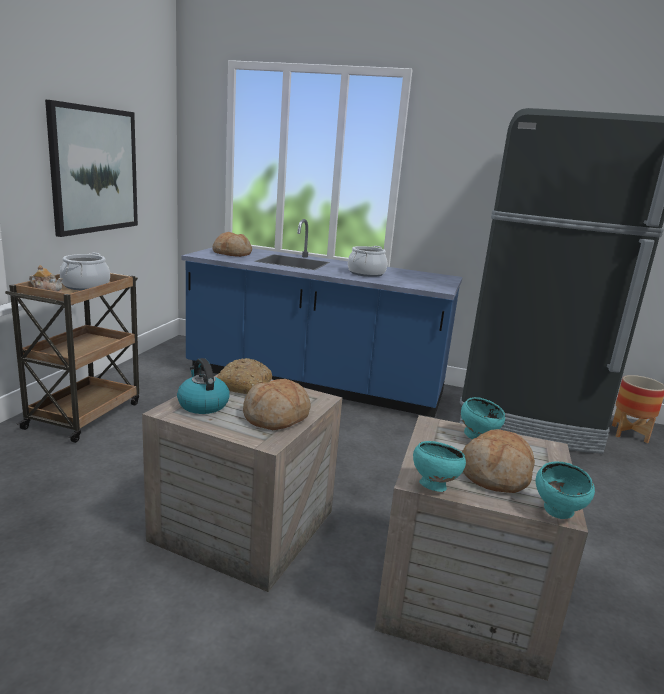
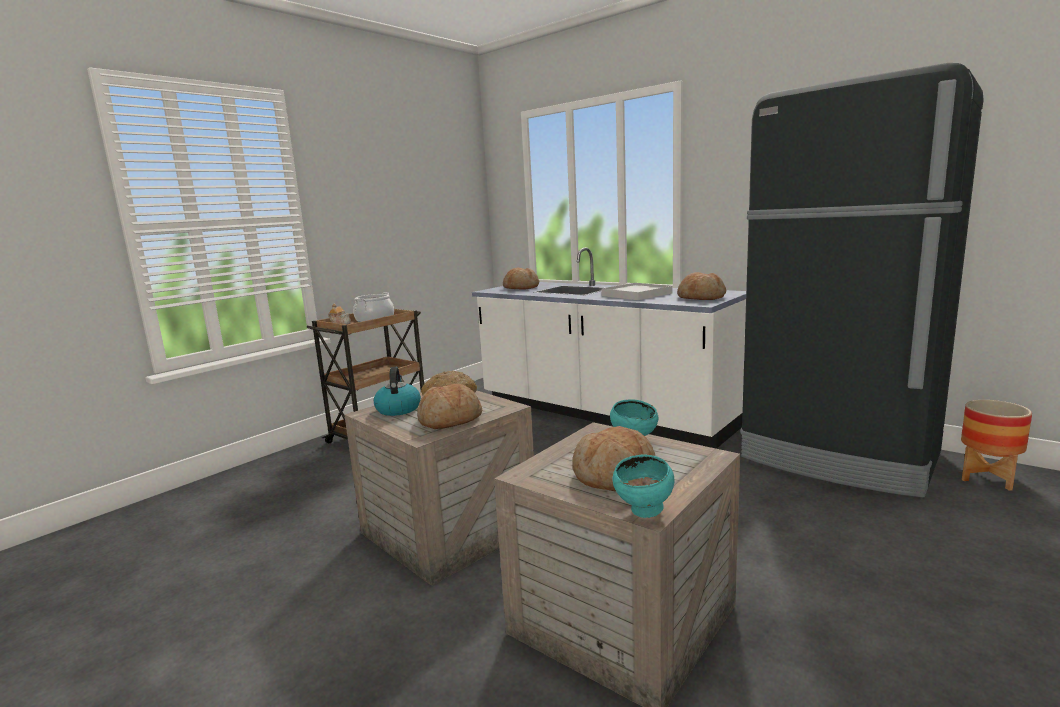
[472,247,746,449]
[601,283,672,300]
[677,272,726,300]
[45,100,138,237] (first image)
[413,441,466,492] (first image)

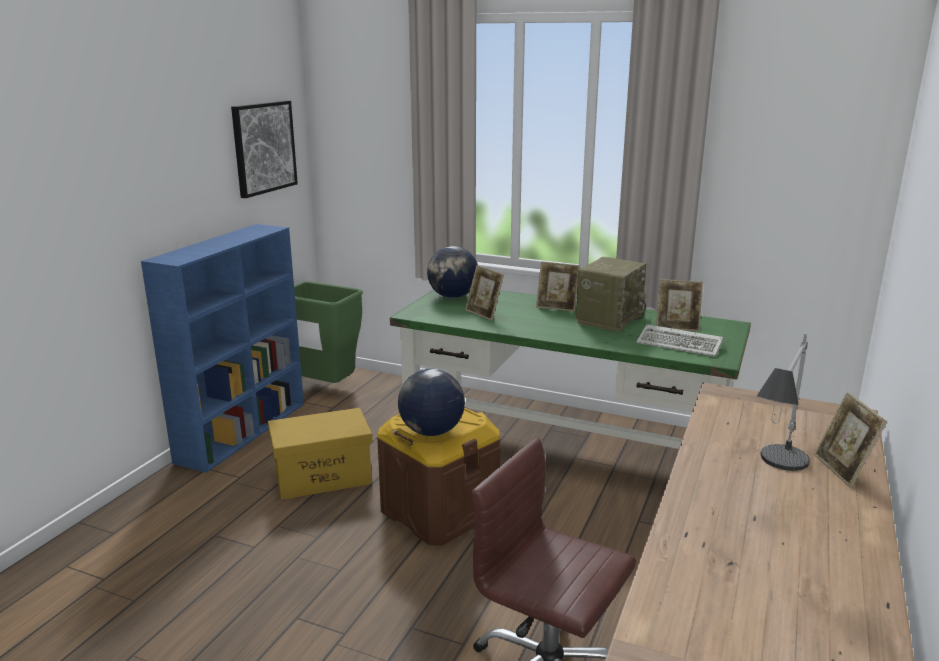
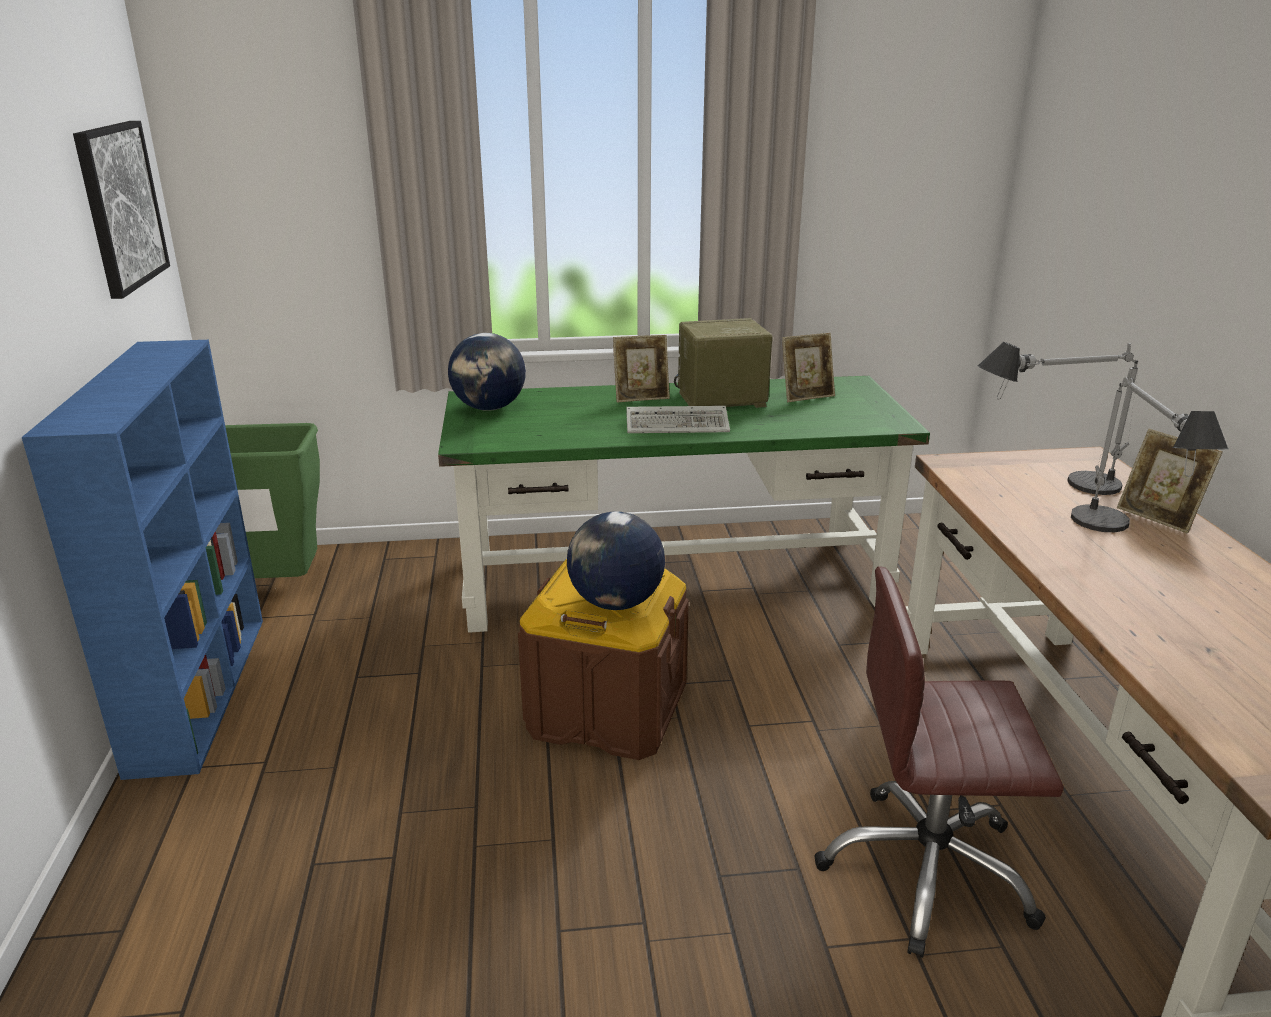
[626,406,730,433]
[674,318,773,408]
[977,342,1138,495]
[268,408,373,500] (first image)
[465,265,504,321] (first image)

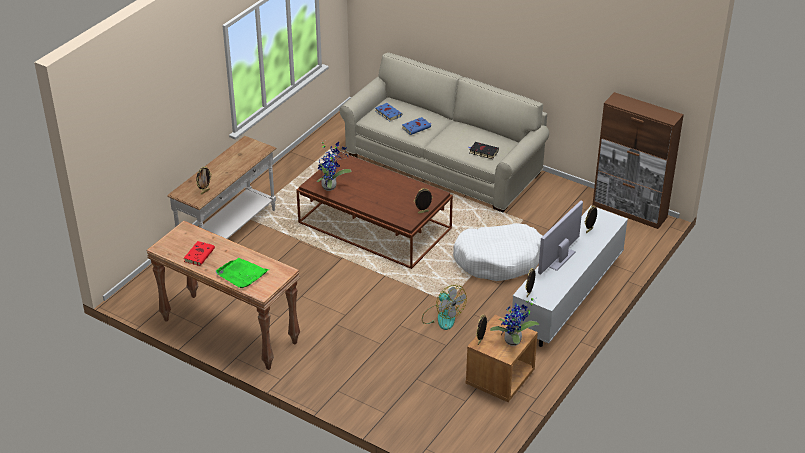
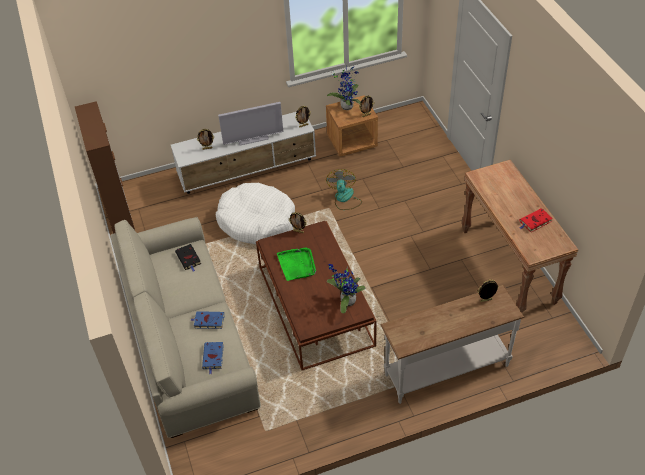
[277,247,316,281]

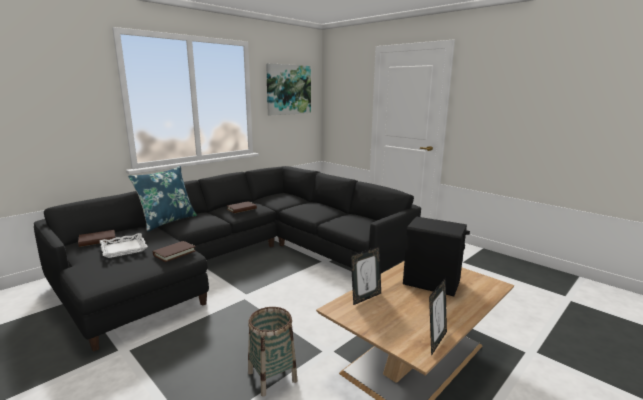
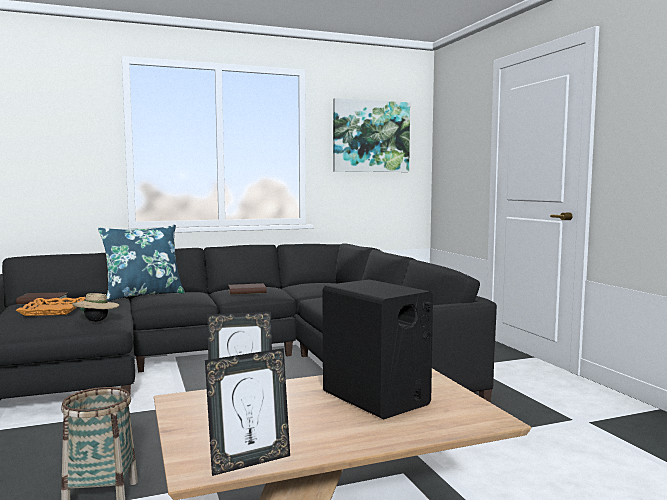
[16,297,86,316]
[72,293,119,322]

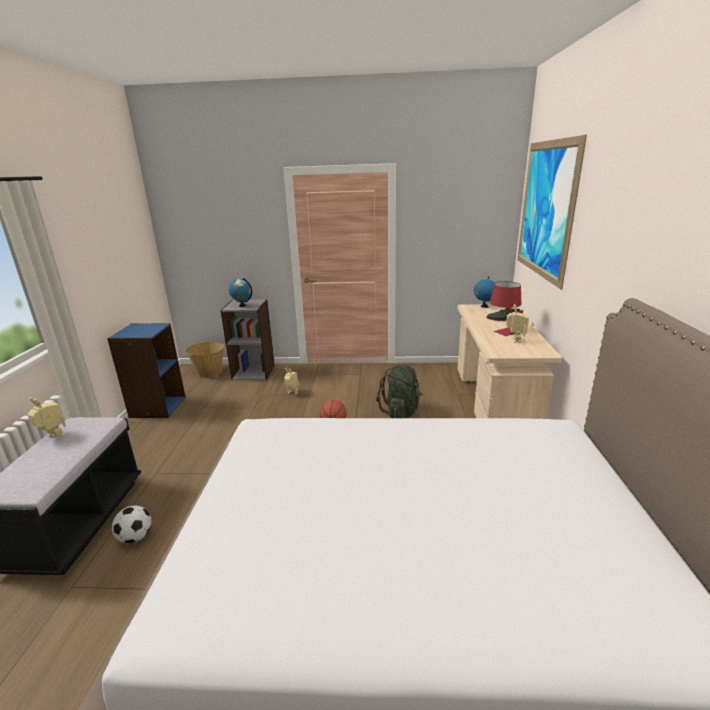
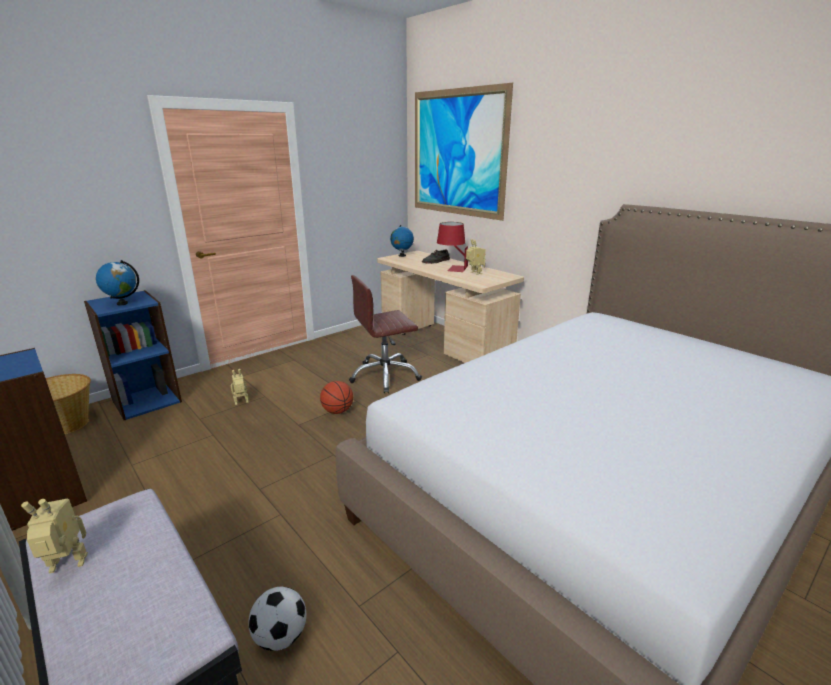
[84,290,182,420]
[349,275,422,393]

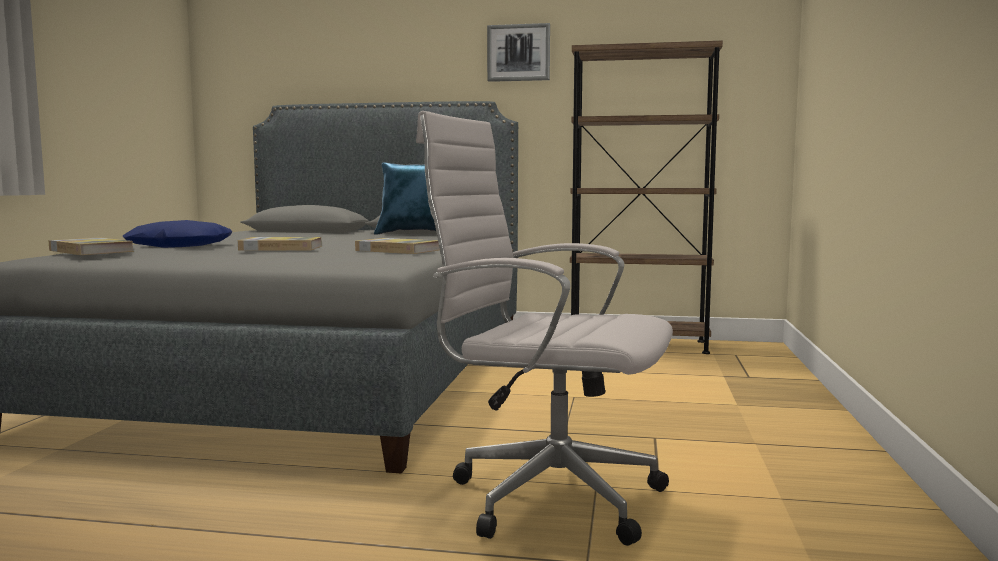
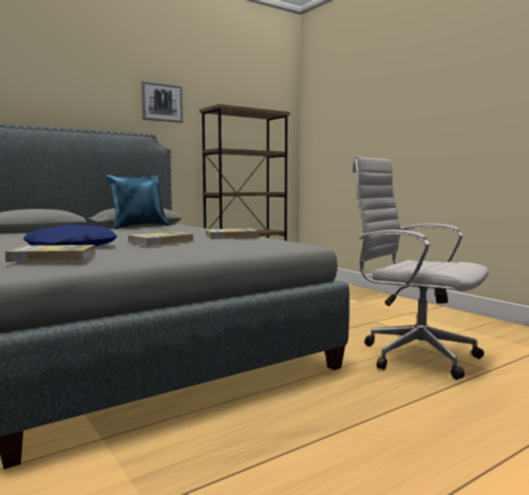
[352,156,489,380]

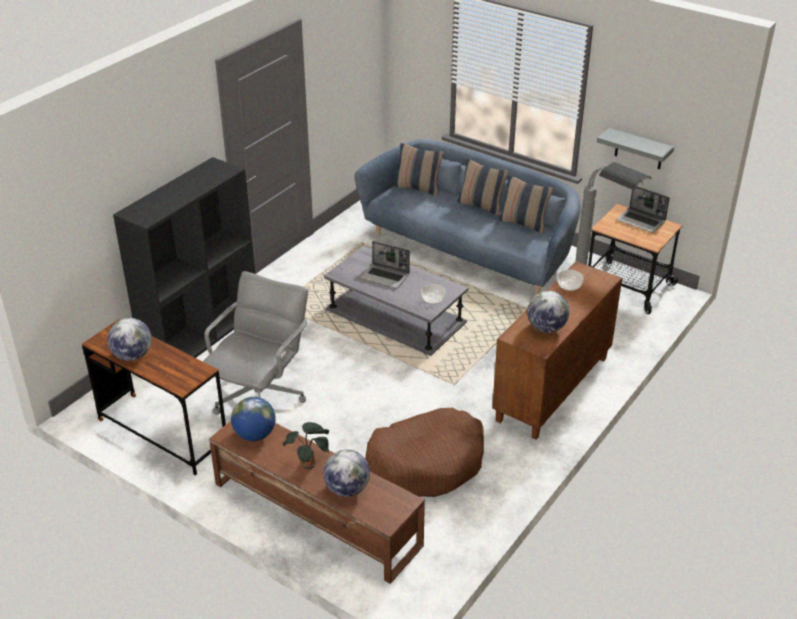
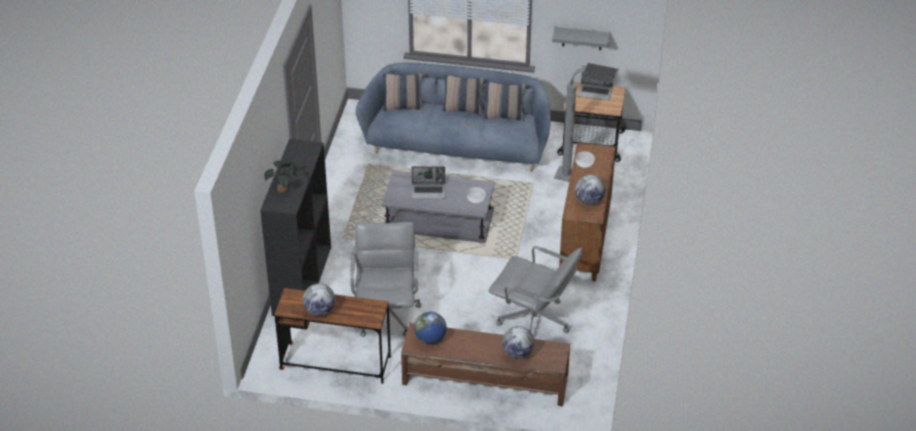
[264,161,298,194]
[489,246,583,333]

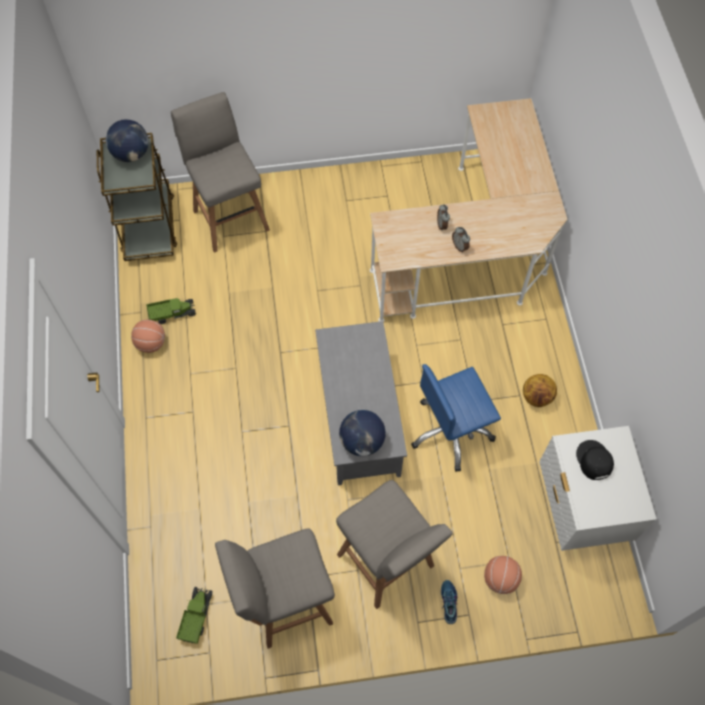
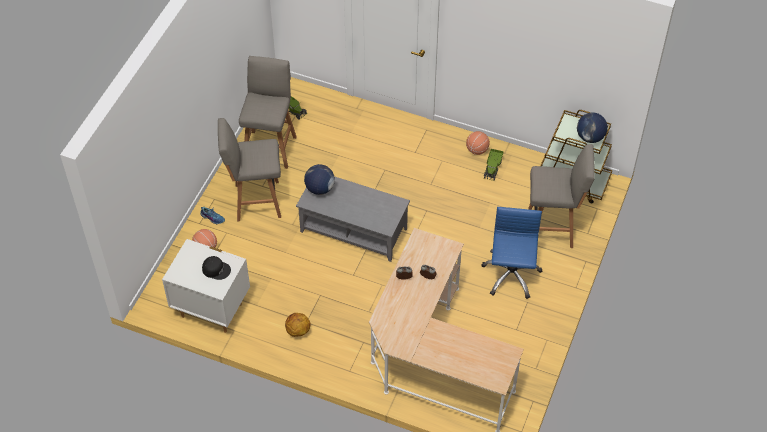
[482,207,542,299]

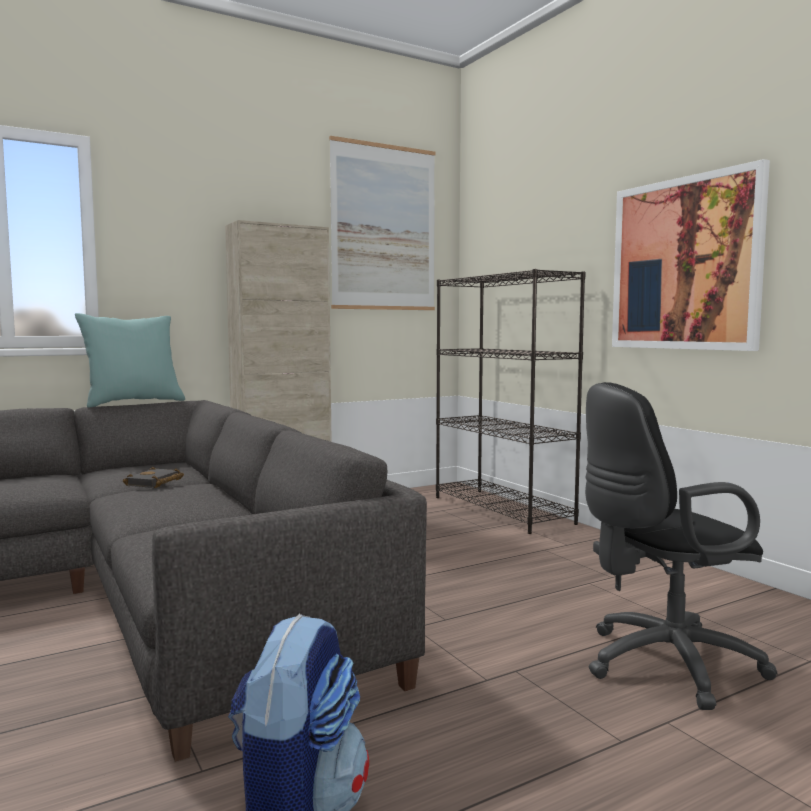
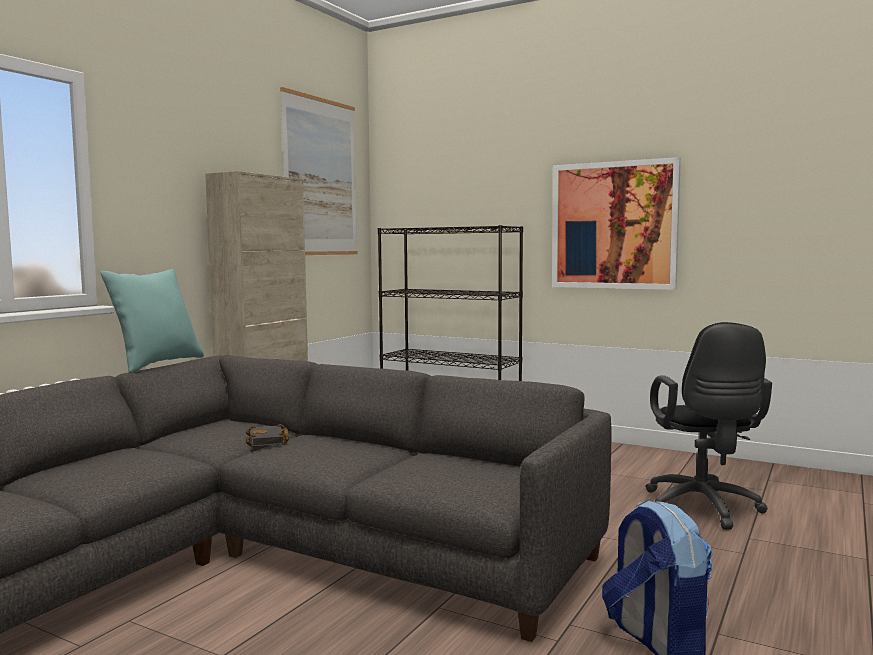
[645,322,772,530]

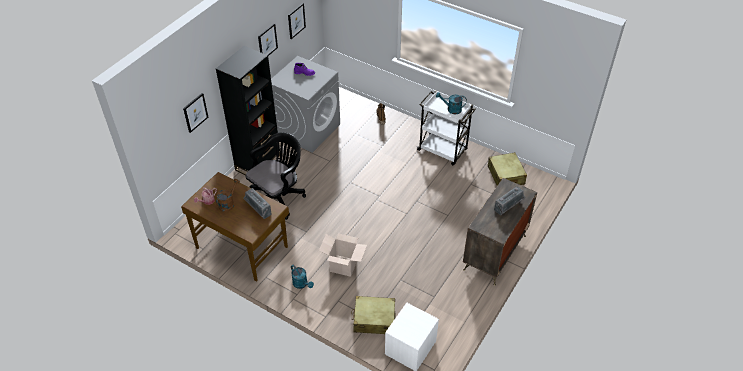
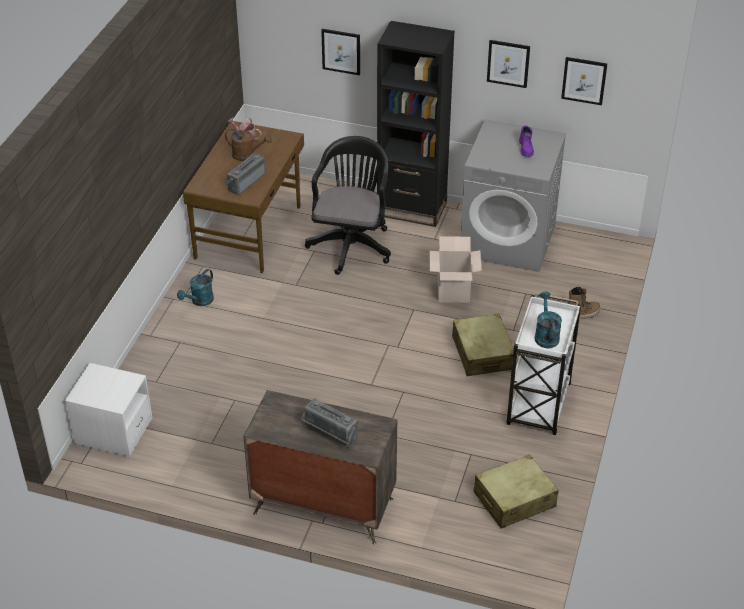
[305,136,391,275]
[429,236,482,303]
[452,314,514,376]

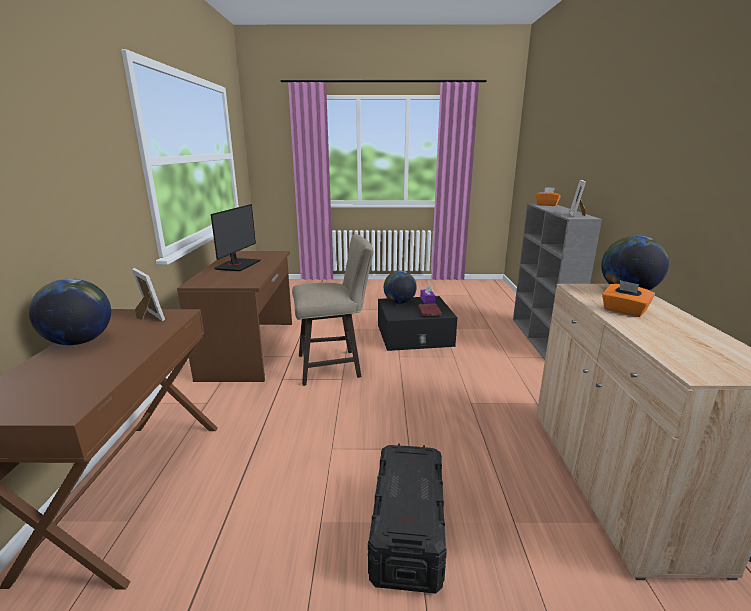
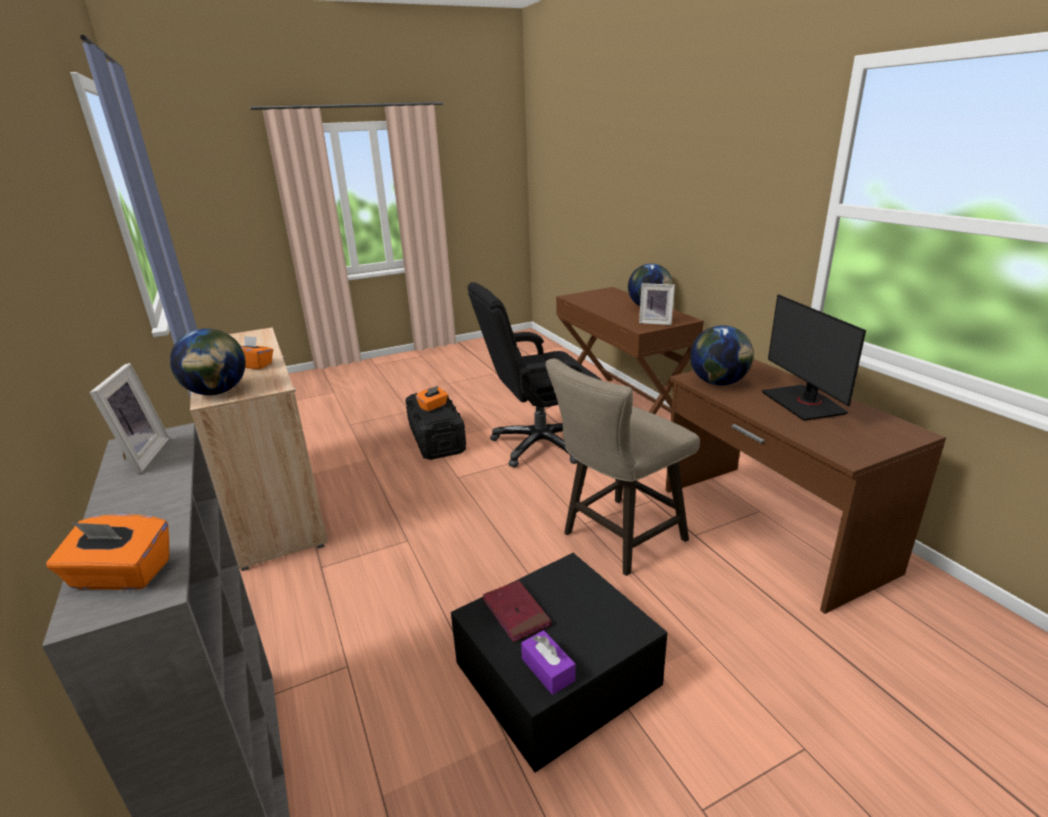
[416,386,448,412]
[467,282,601,467]
[690,325,754,385]

